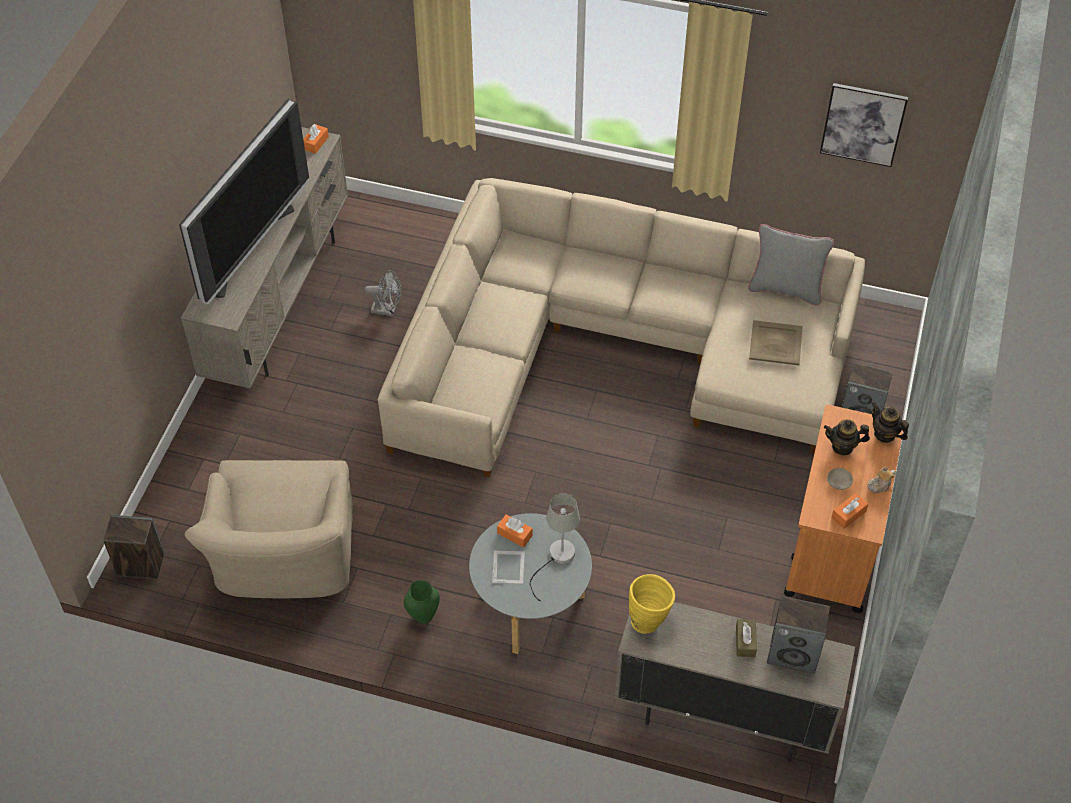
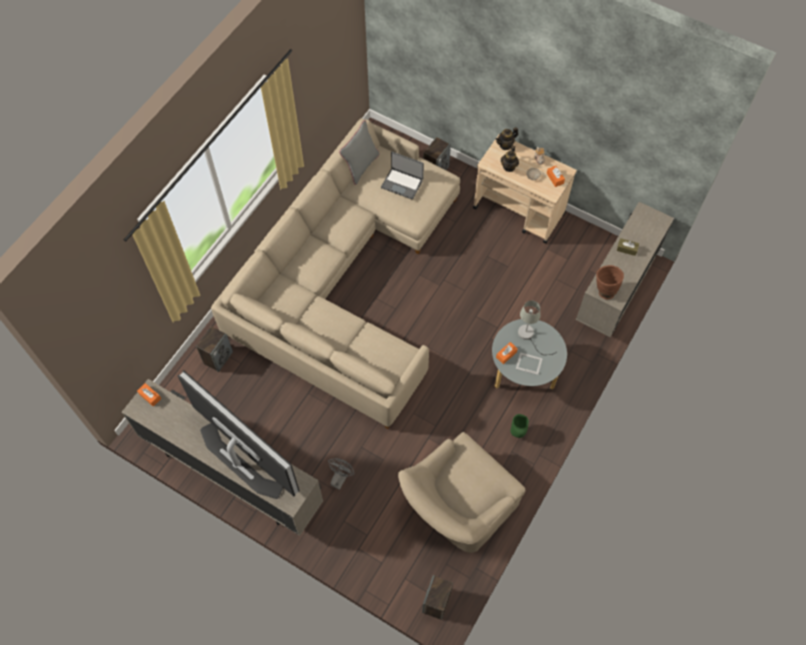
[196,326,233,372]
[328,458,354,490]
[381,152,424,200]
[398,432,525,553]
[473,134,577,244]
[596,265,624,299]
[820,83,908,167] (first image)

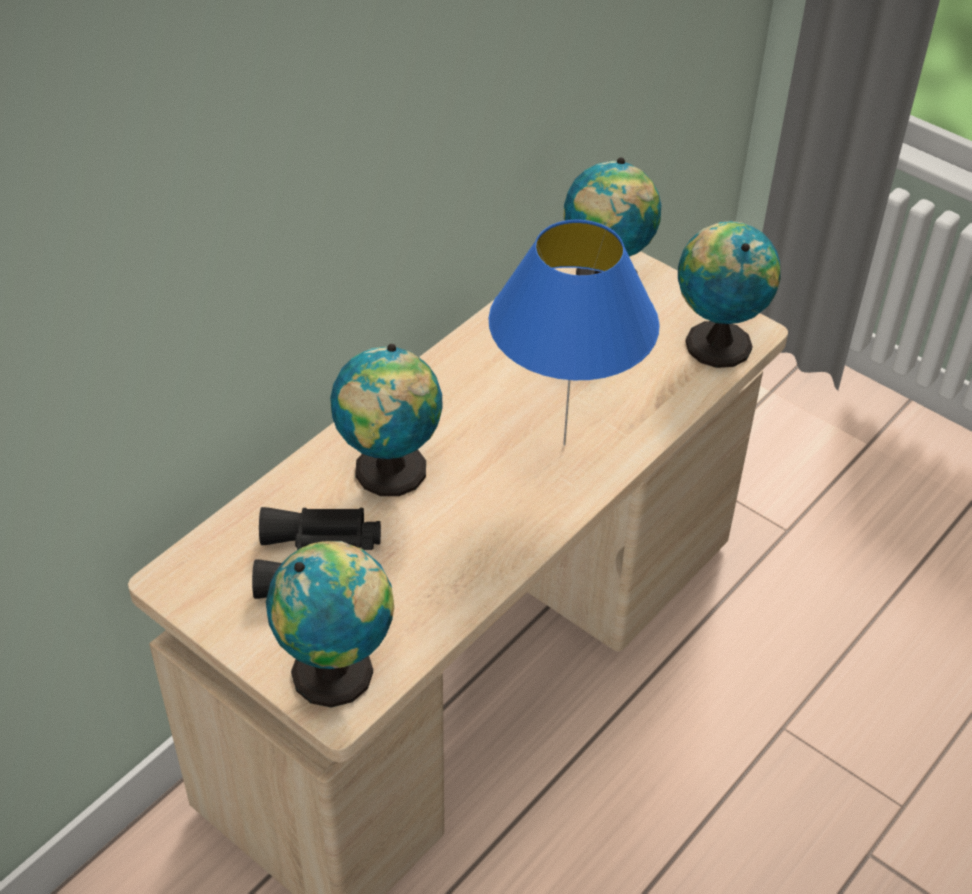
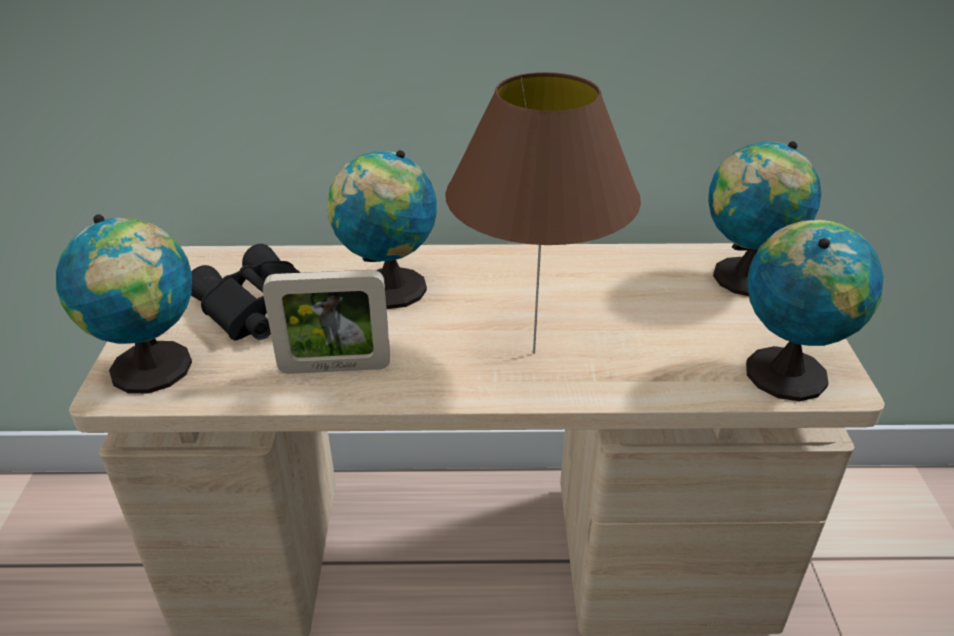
[263,270,390,374]
[445,72,641,354]

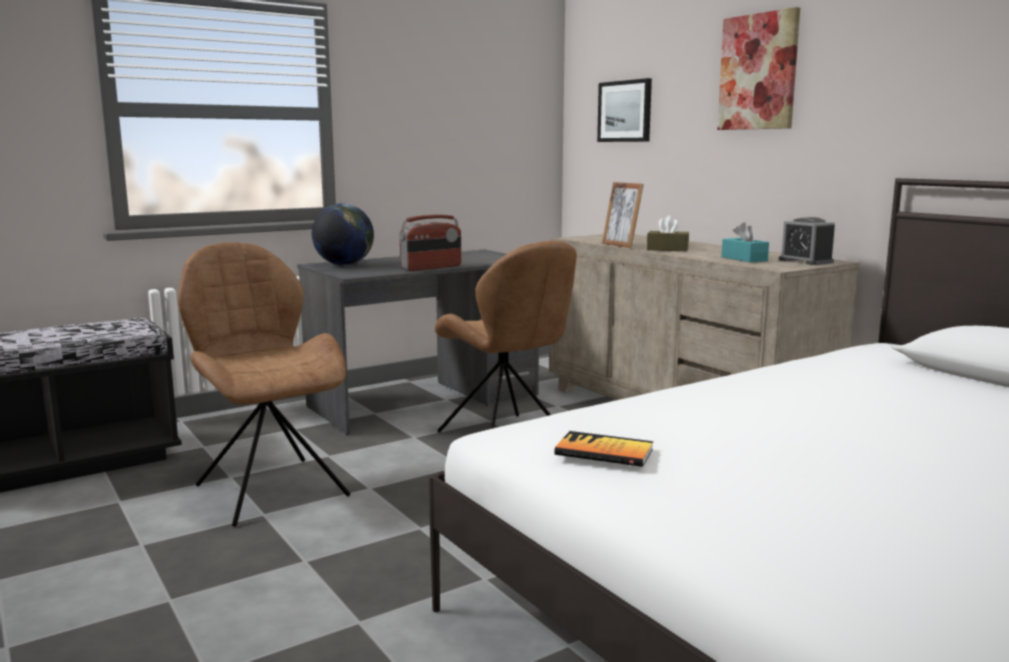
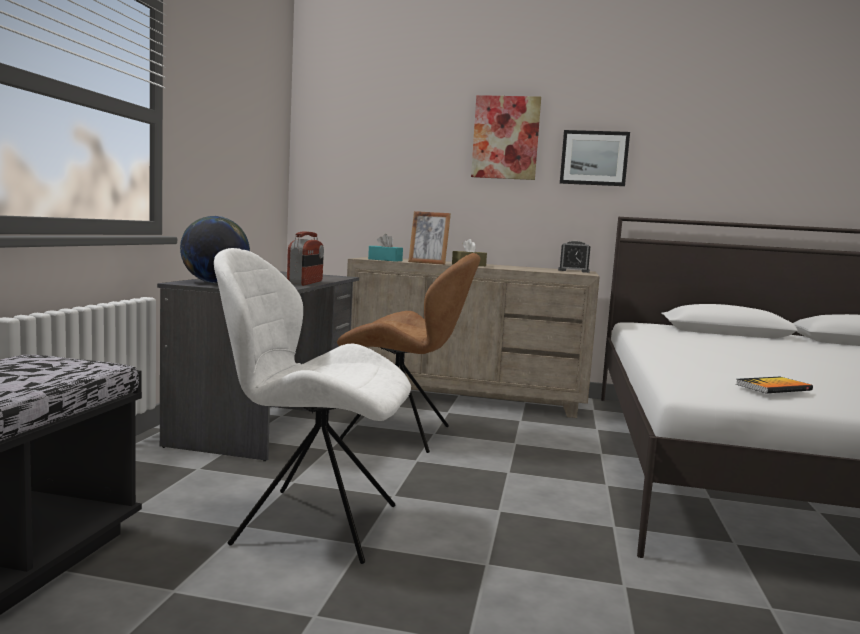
[214,248,411,564]
[368,234,403,262]
[560,130,630,186]

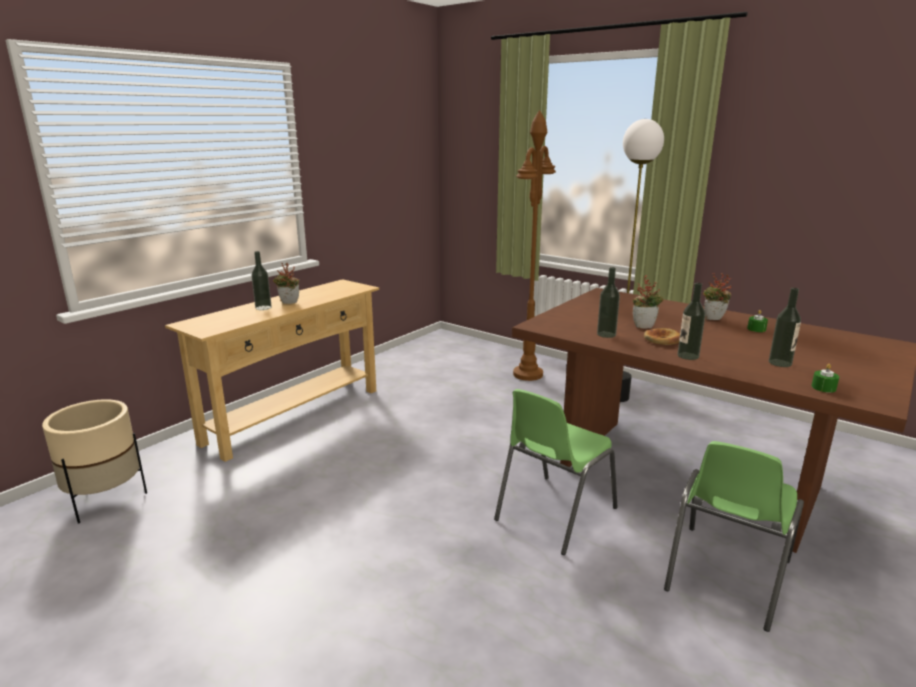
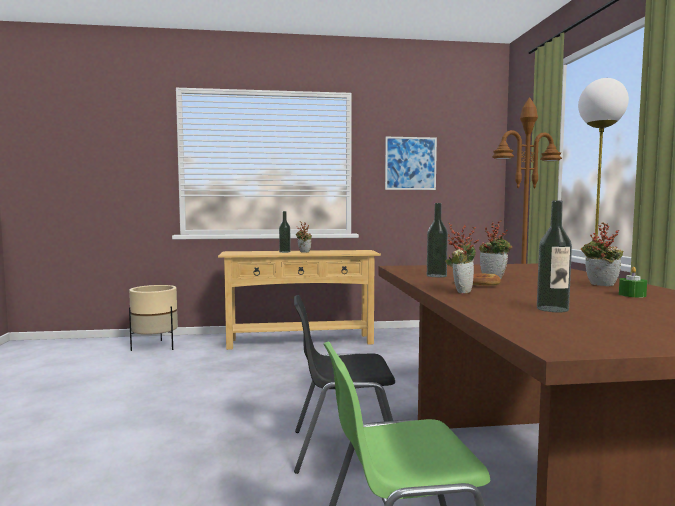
[294,295,395,474]
[385,137,437,190]
[445,223,479,294]
[811,364,839,393] (first image)

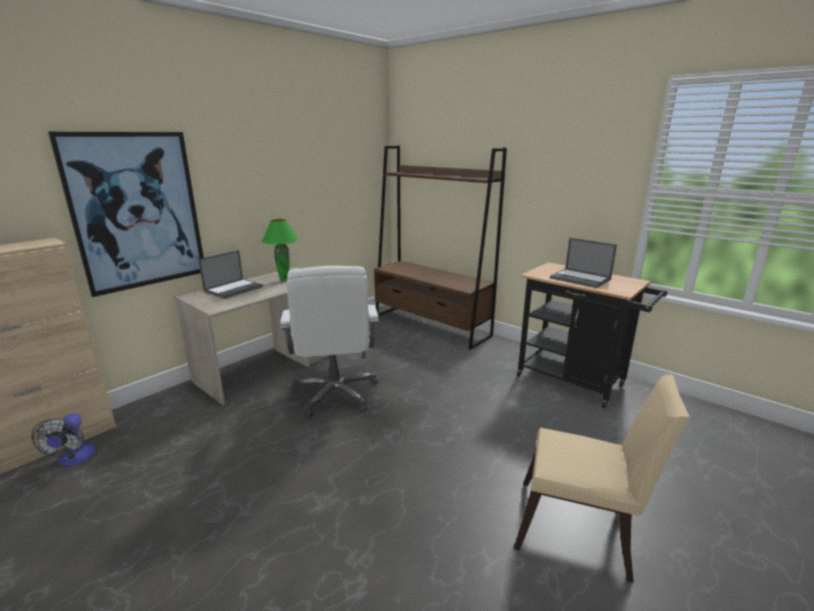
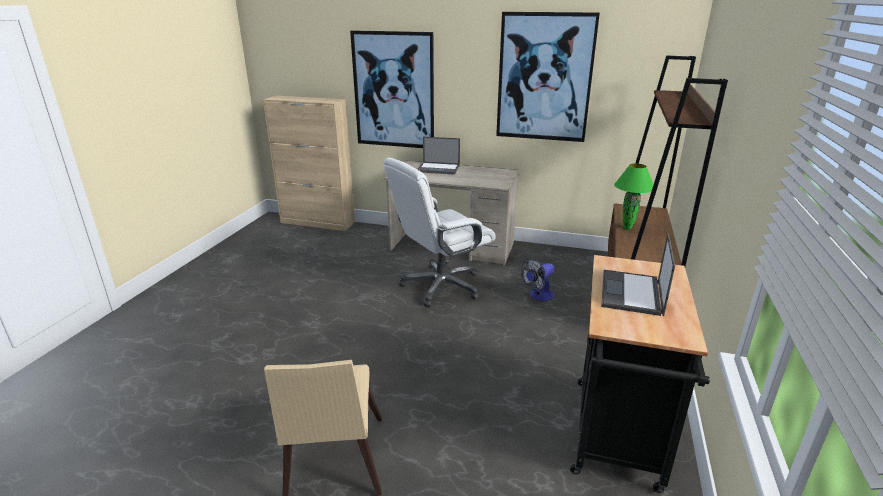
[496,12,600,142]
[521,259,555,301]
[614,163,653,230]

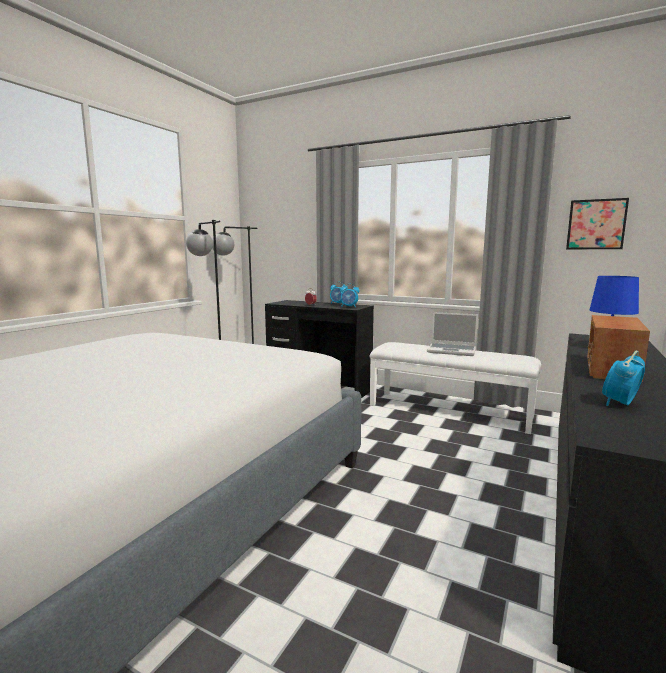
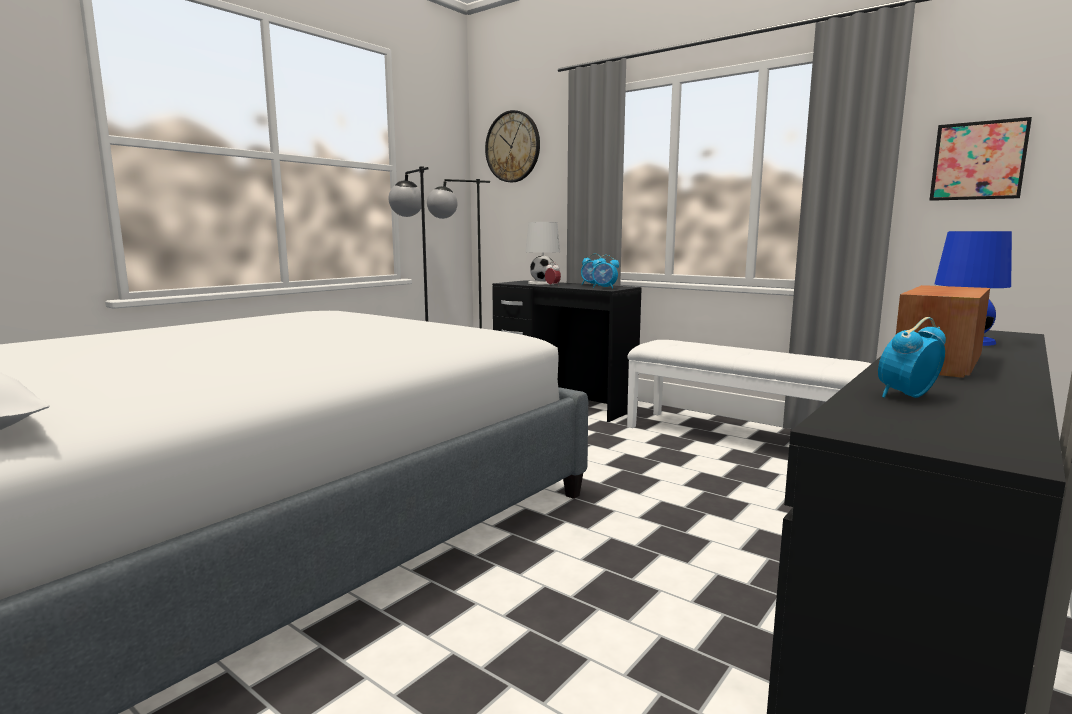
[485,110,540,182]
[525,222,560,284]
[427,312,478,356] (first image)

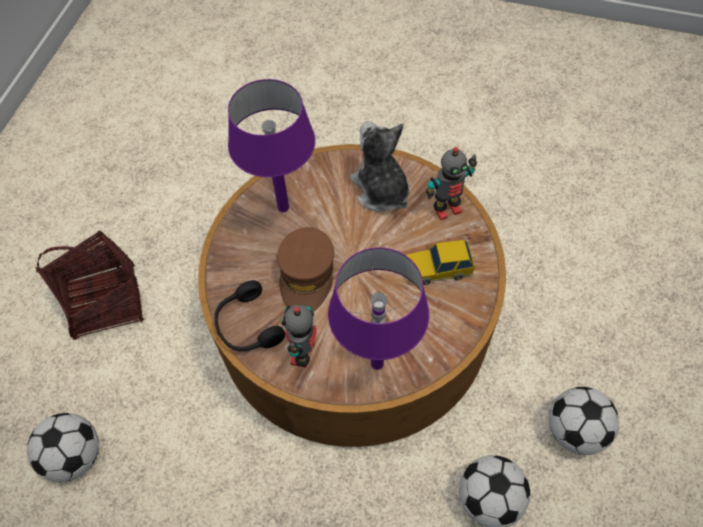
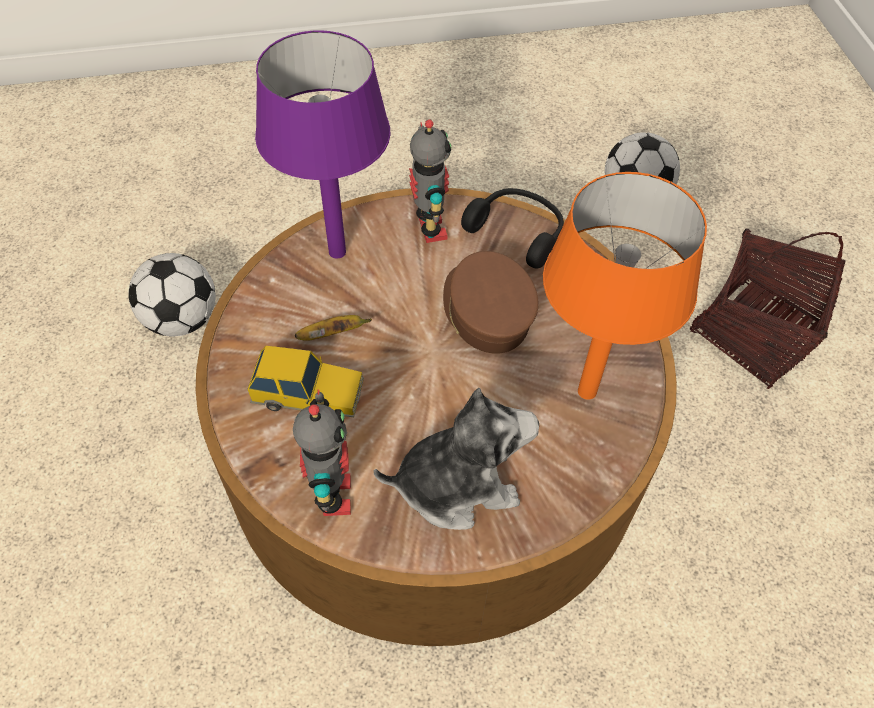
[247,346,364,417]
[293,389,351,516]
[295,315,372,341]
[374,388,539,530]
[543,172,707,400]
[549,387,619,455] (first image)

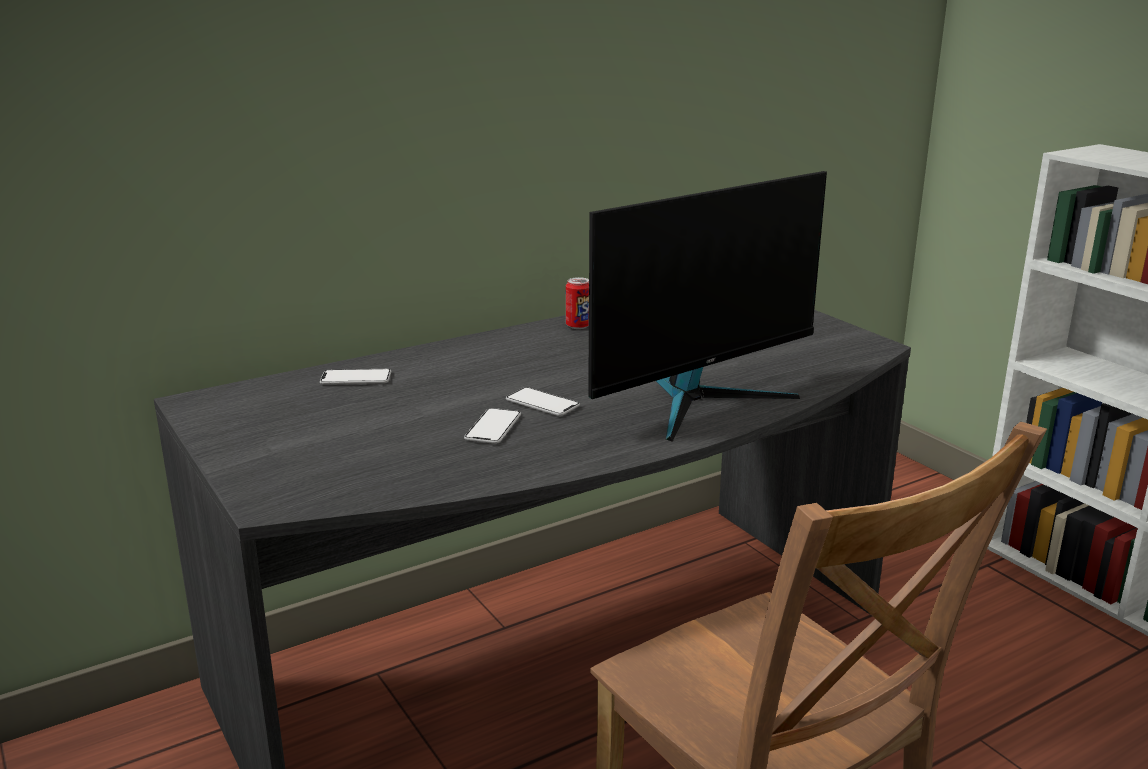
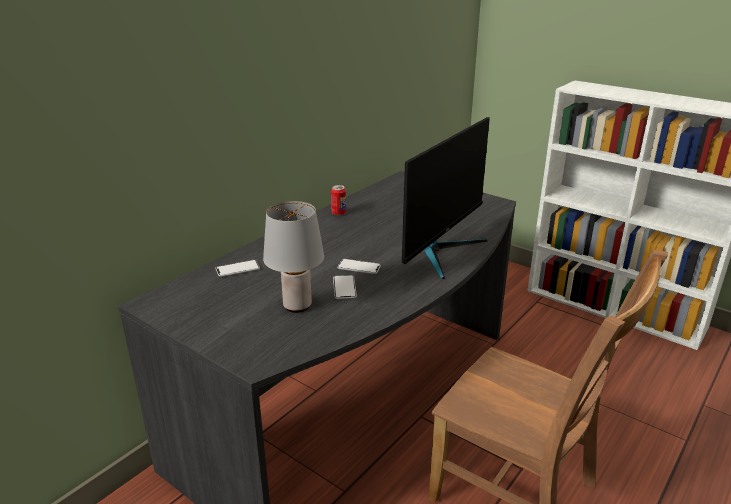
[263,201,324,313]

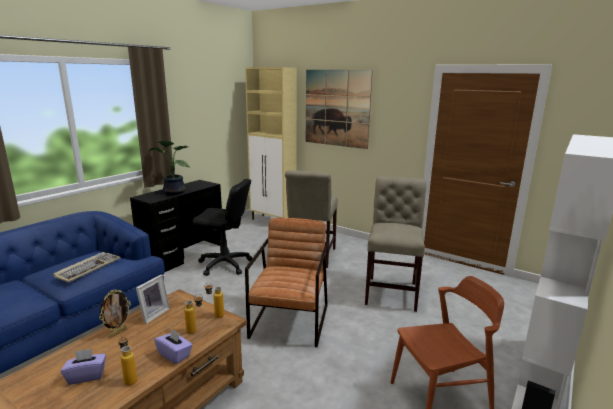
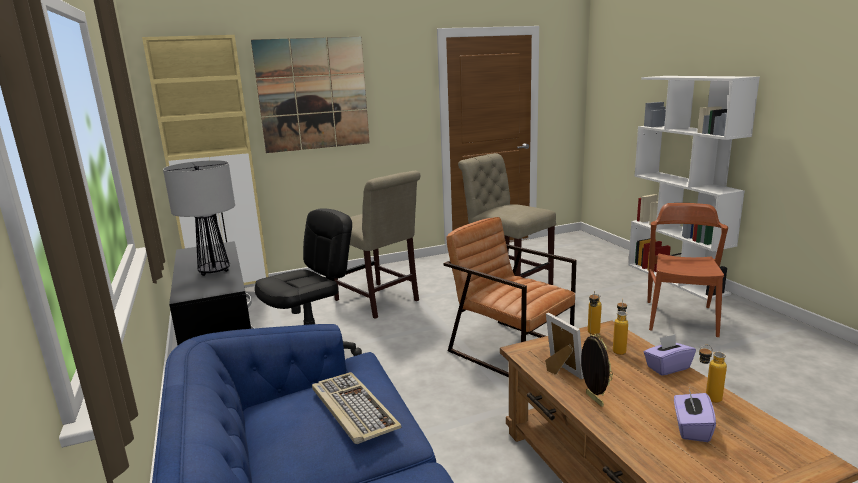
[163,160,235,276]

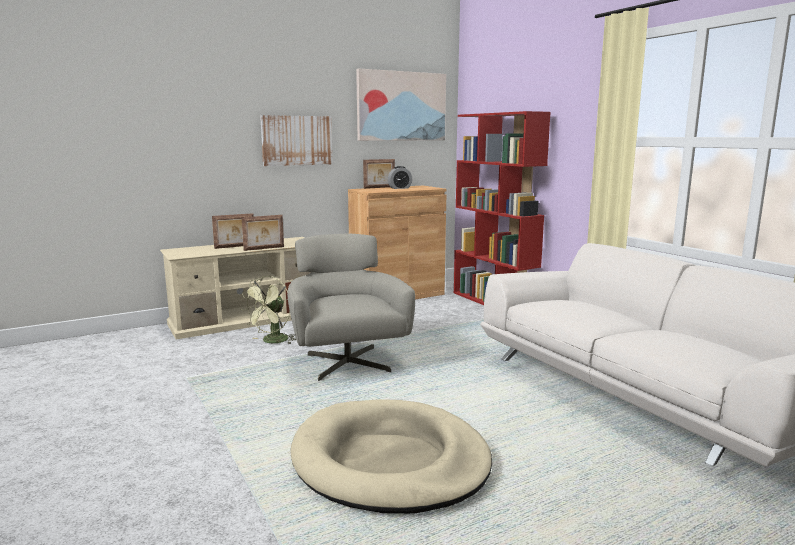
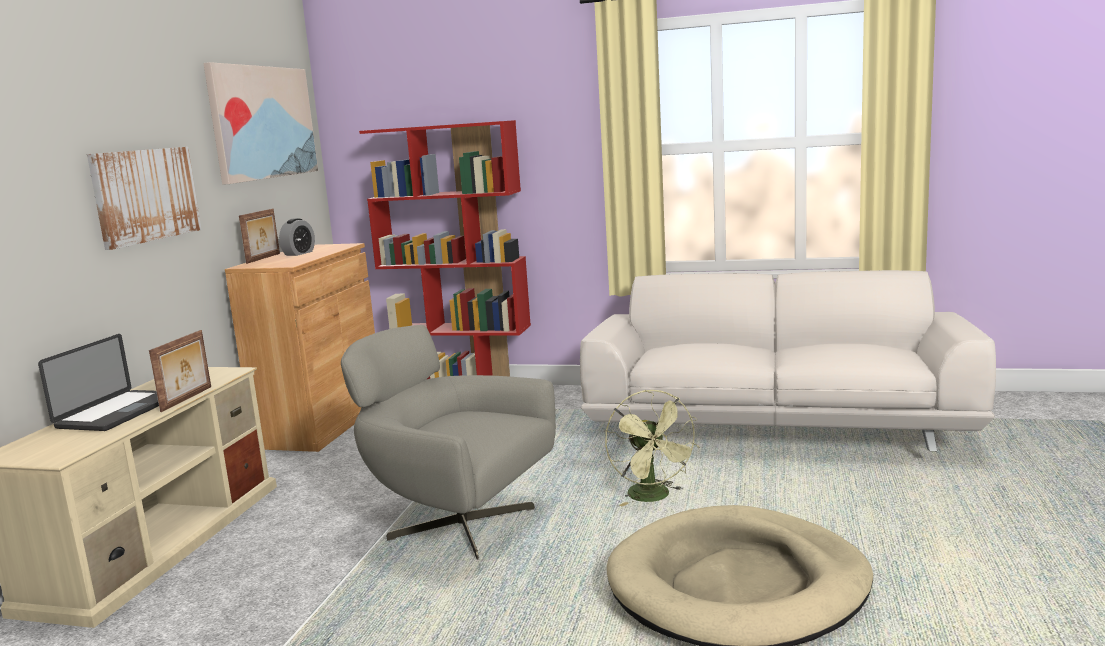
[38,334,159,431]
[605,390,700,506]

